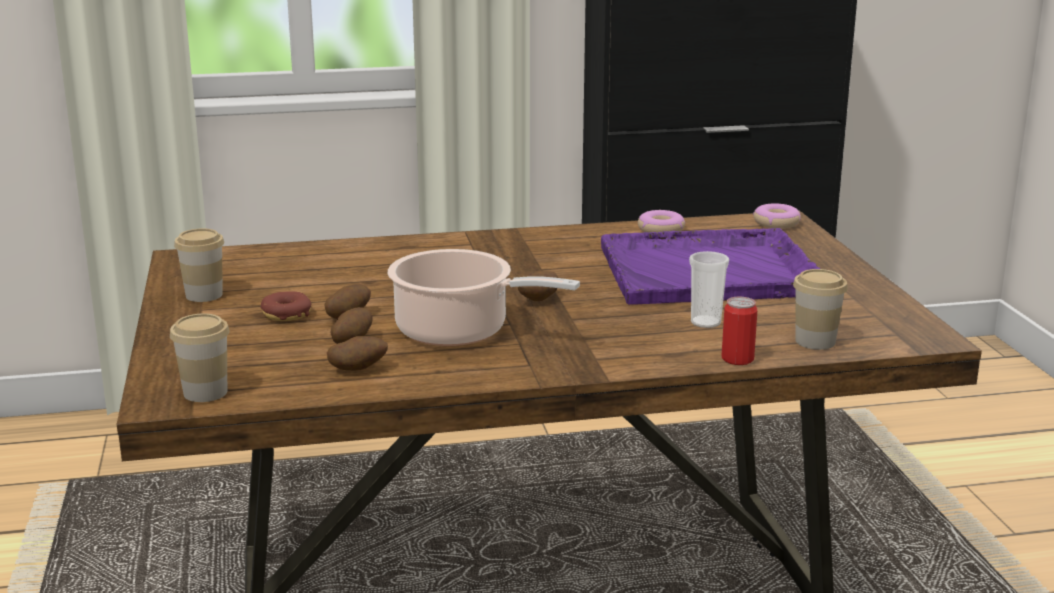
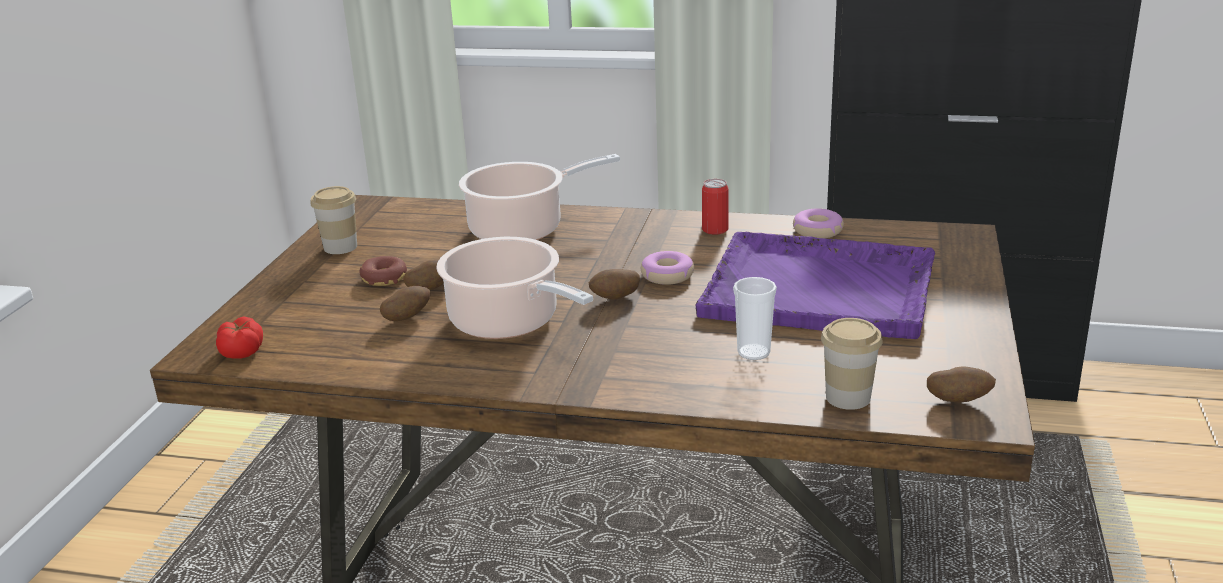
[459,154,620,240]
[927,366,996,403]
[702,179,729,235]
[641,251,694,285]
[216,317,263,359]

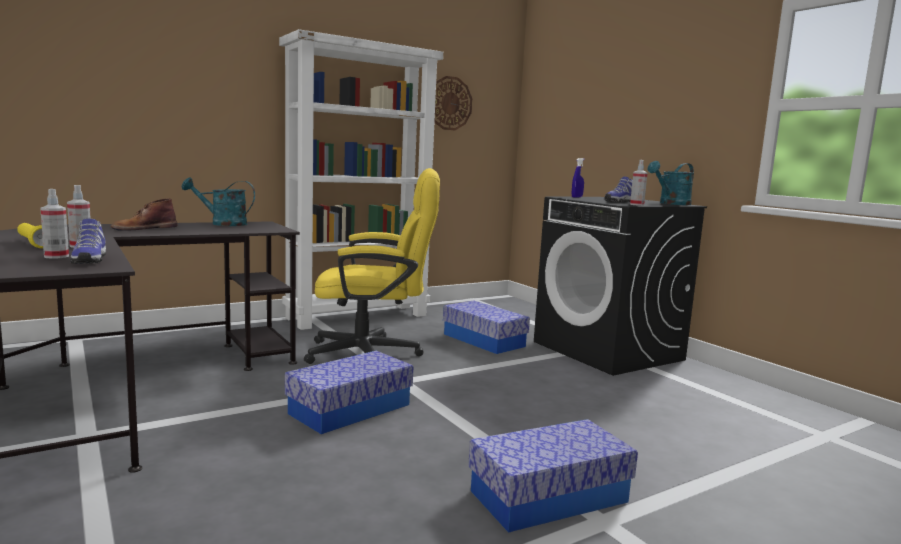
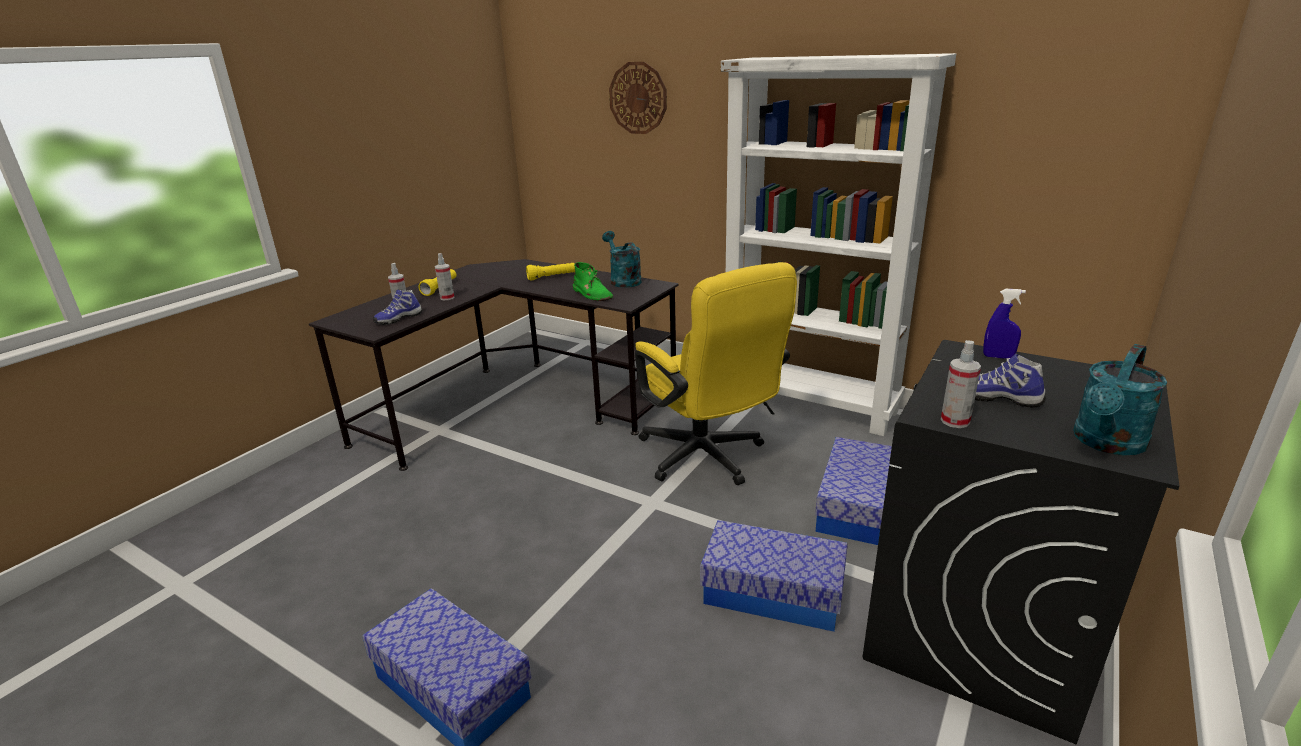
[573,262,613,301]
[700,520,848,632]
[609,62,667,134]
[526,263,575,281]
[1073,344,1167,455]

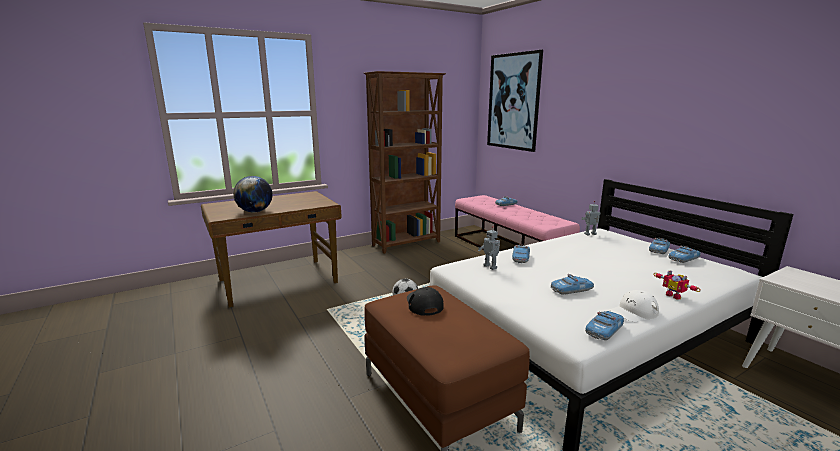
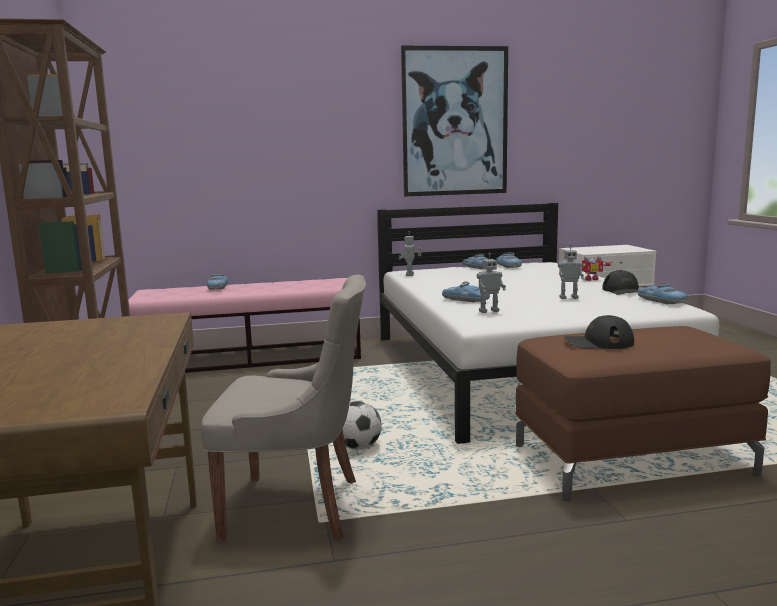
[233,176,273,212] (first image)
[201,275,366,542]
[401,45,508,196]
[558,244,584,299]
[602,270,639,295]

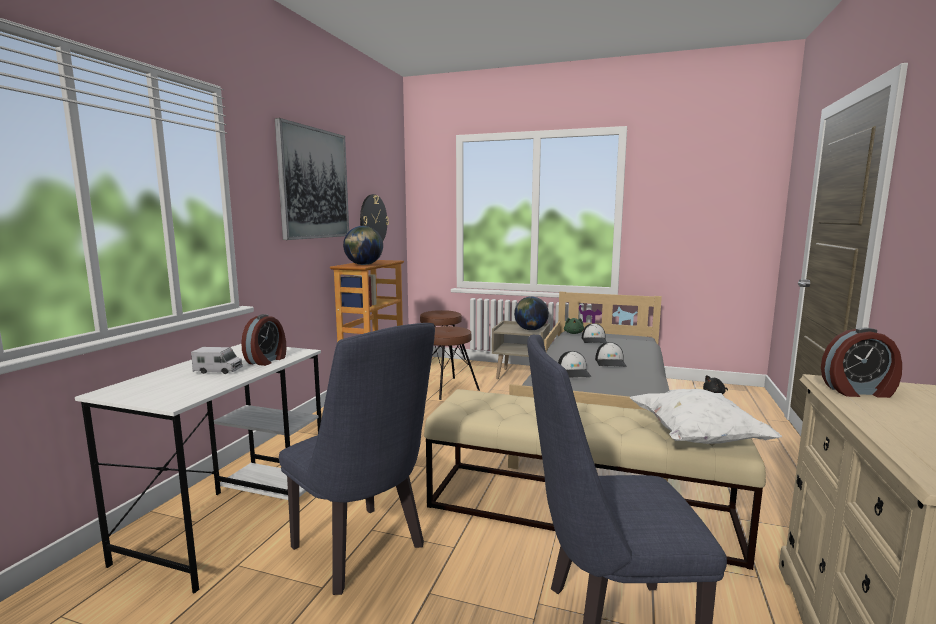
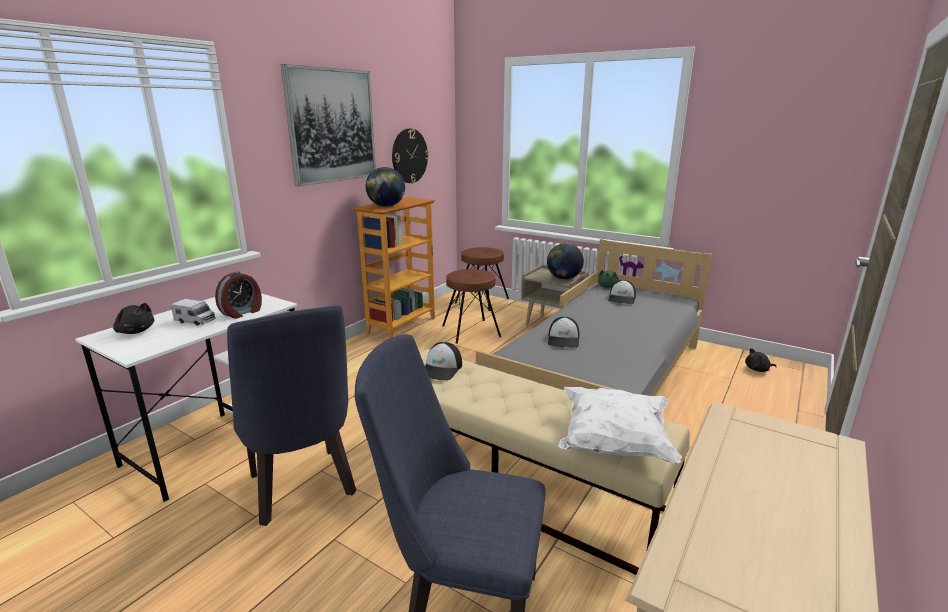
[821,328,902,398] (first image)
[113,303,154,334]
[425,342,462,380]

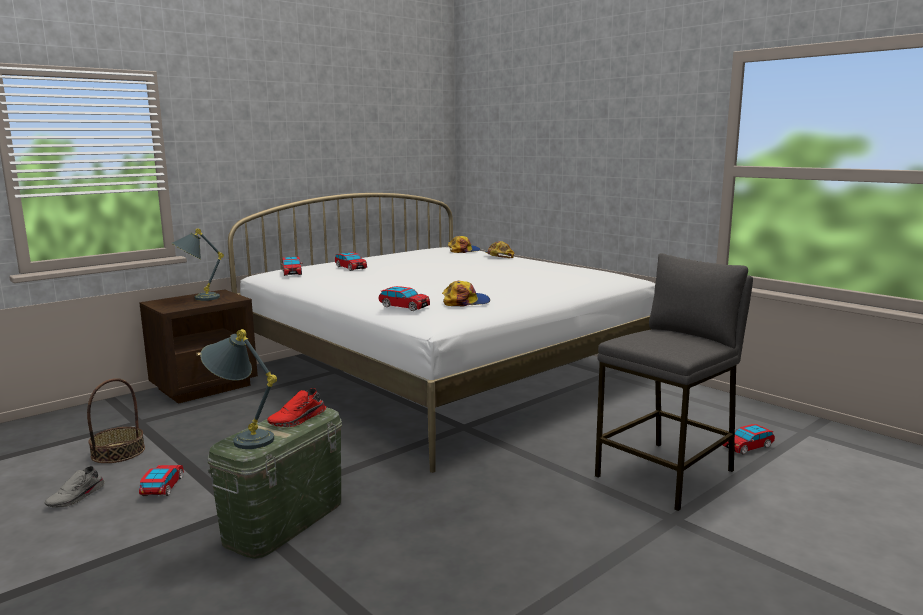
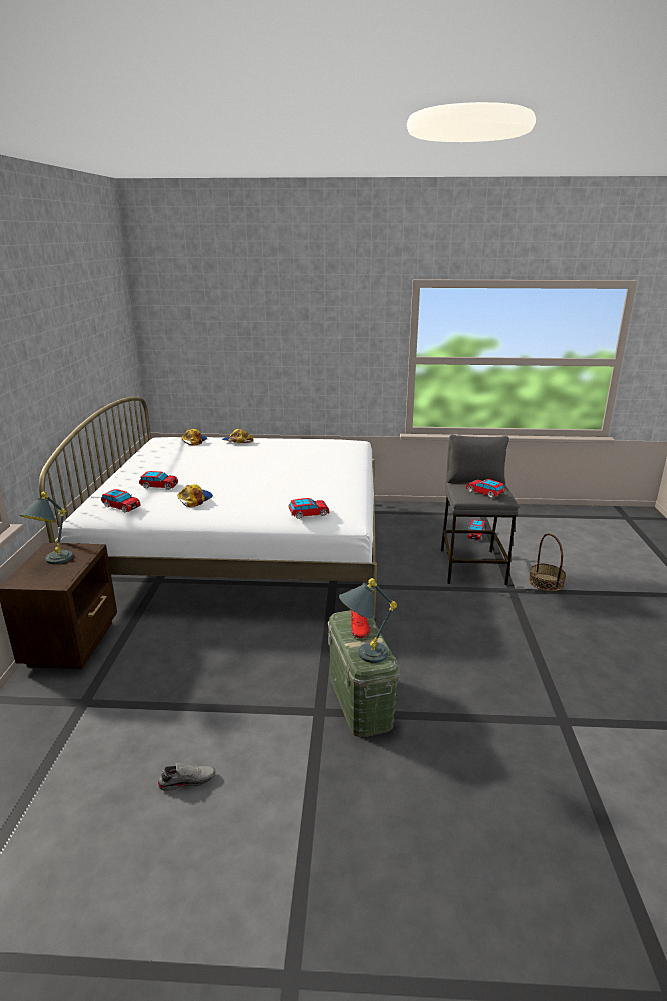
[529,533,566,591]
[466,479,505,498]
[177,484,213,507]
[157,762,215,791]

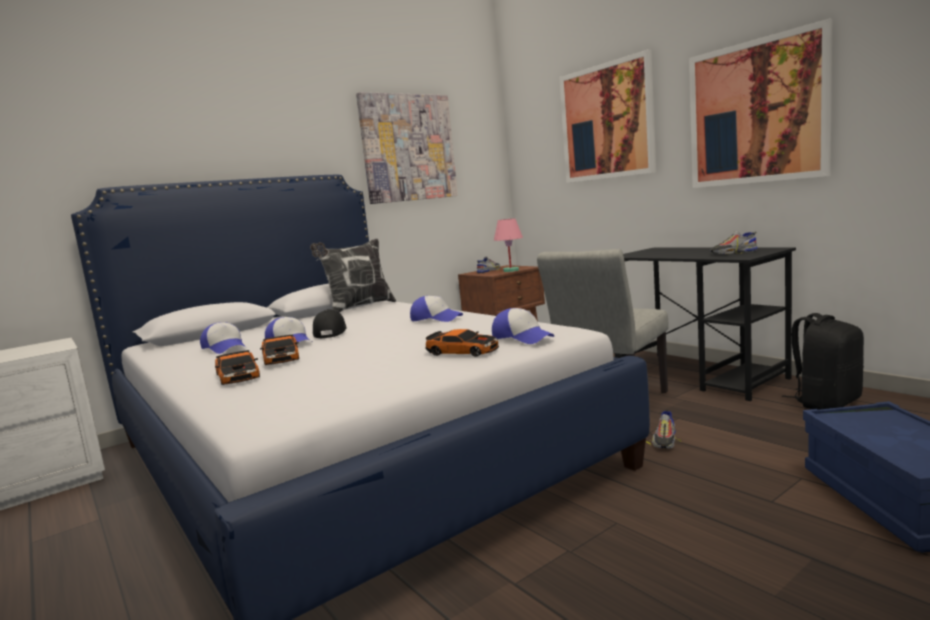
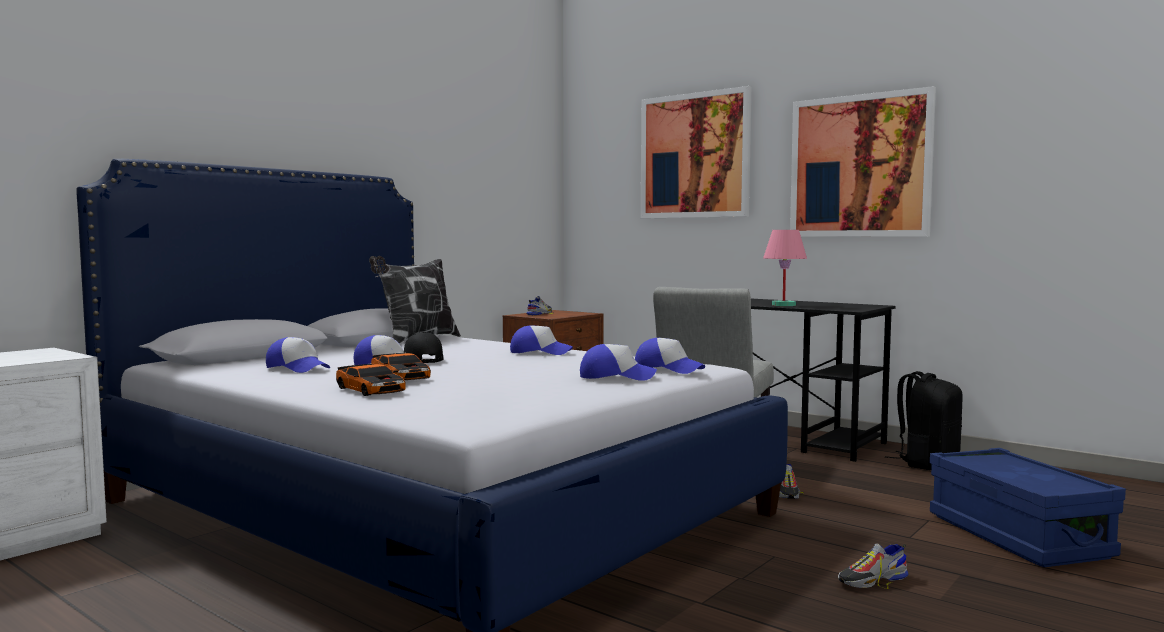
[356,92,458,204] (first image)
[763,230,807,306]
[838,544,908,589]
[580,344,657,381]

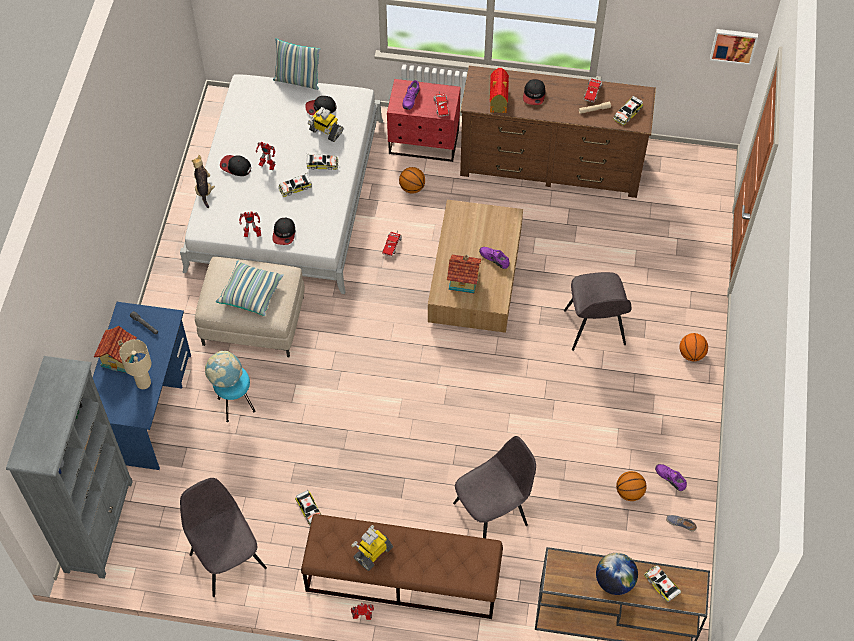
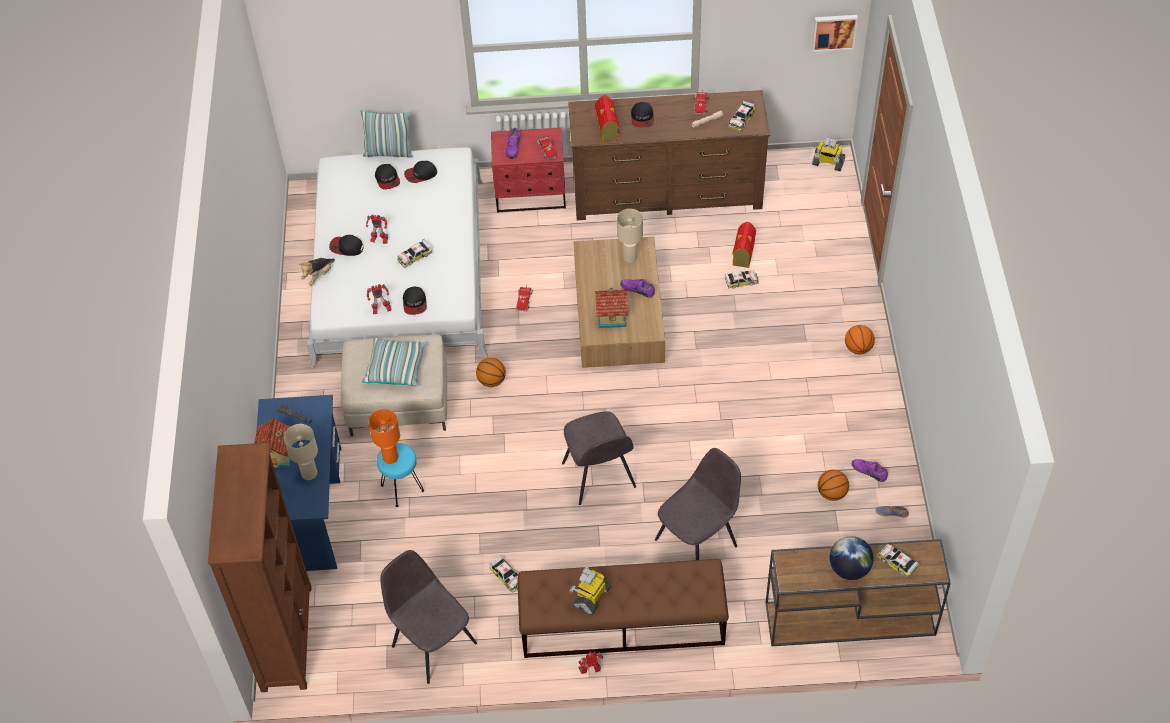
[375,164,400,189]
[617,209,643,263]
[732,222,756,268]
[725,270,759,289]
[812,138,845,171]
[476,358,506,387]
[562,411,636,505]
[368,409,400,464]
[208,442,312,692]
[299,258,335,286]

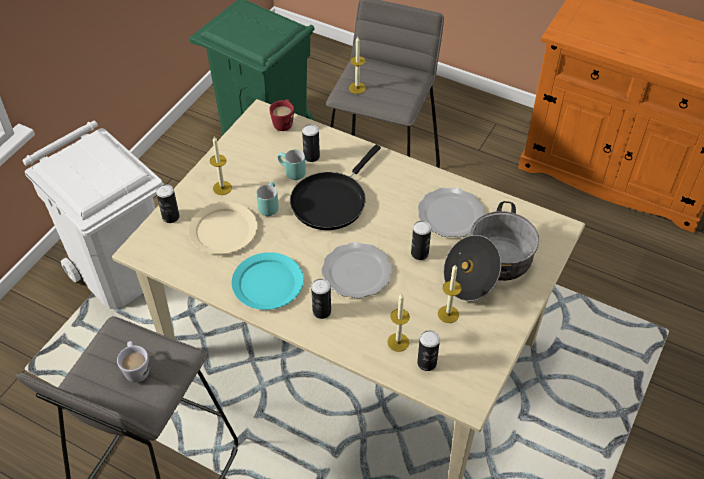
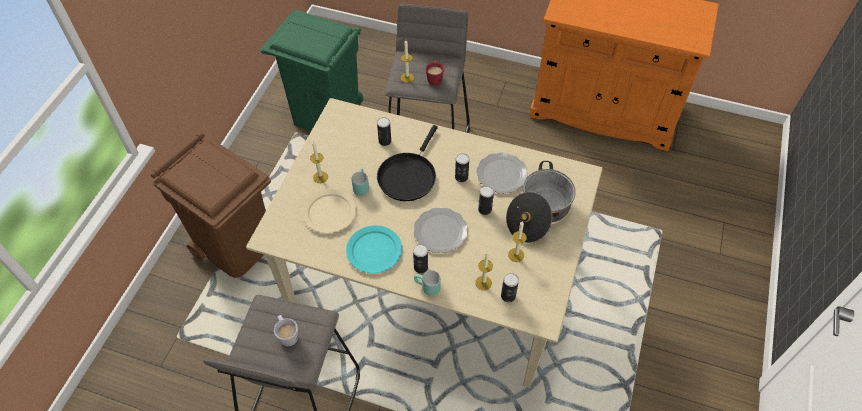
[455,153,469,182]
[426,61,444,86]
[414,271,441,296]
[150,132,271,278]

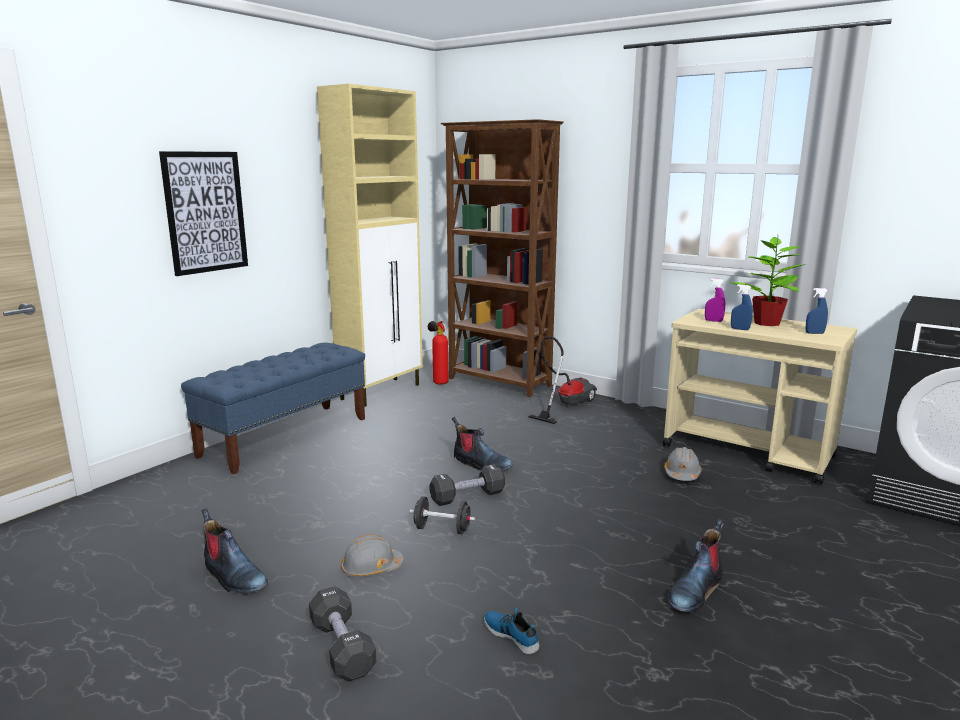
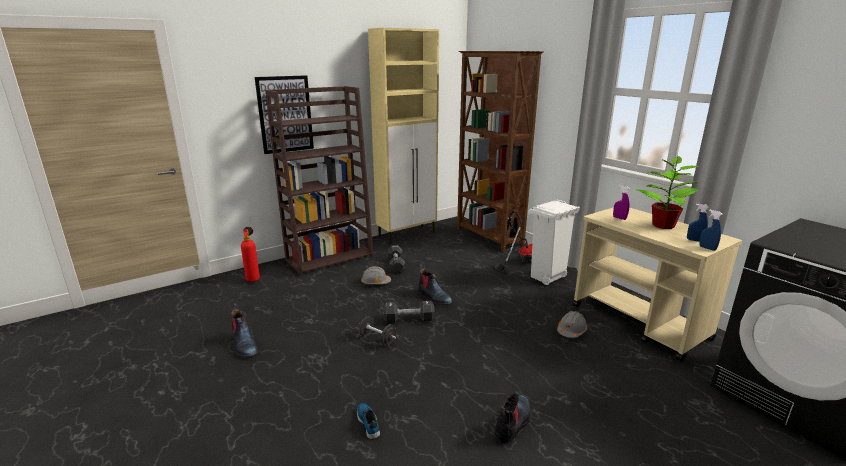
[528,199,580,285]
[388,245,405,274]
[361,266,391,285]
[241,227,260,282]
[699,210,723,251]
[265,86,374,276]
[495,391,532,444]

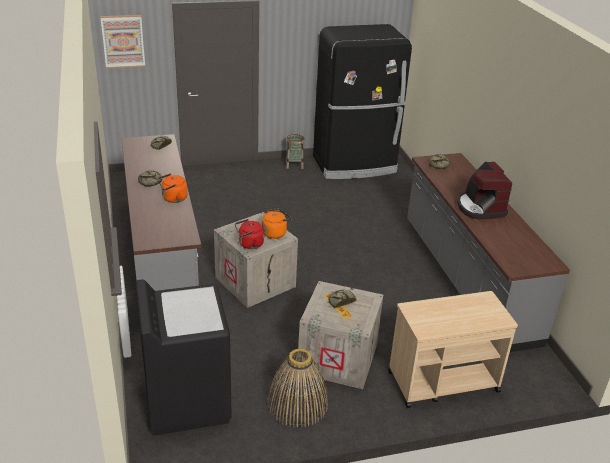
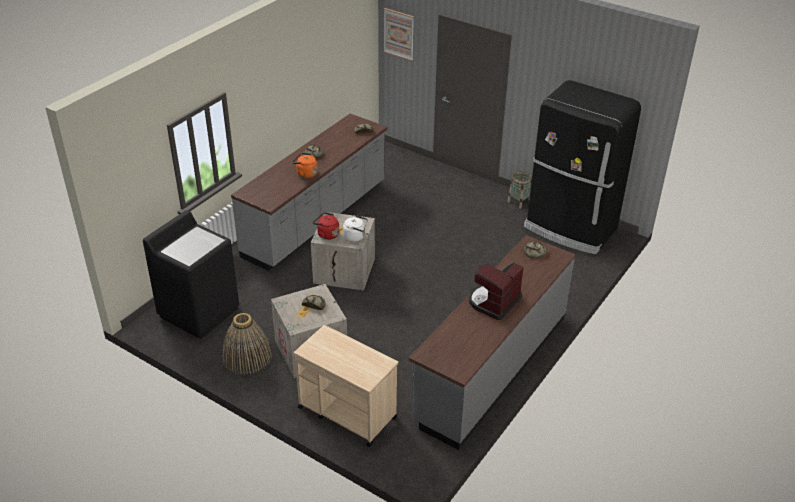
[343,215,368,242]

